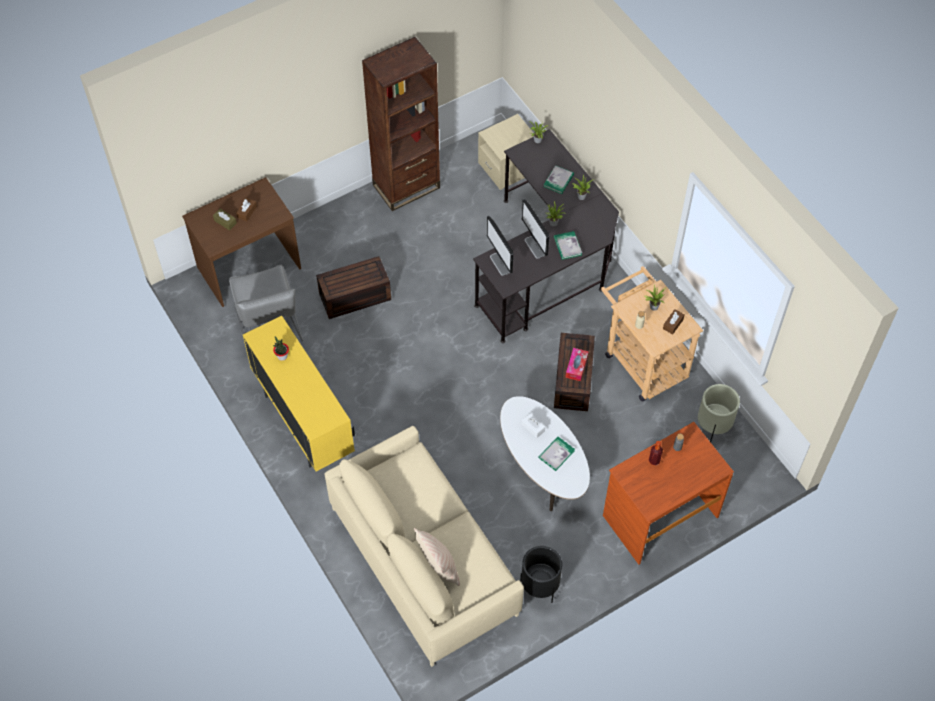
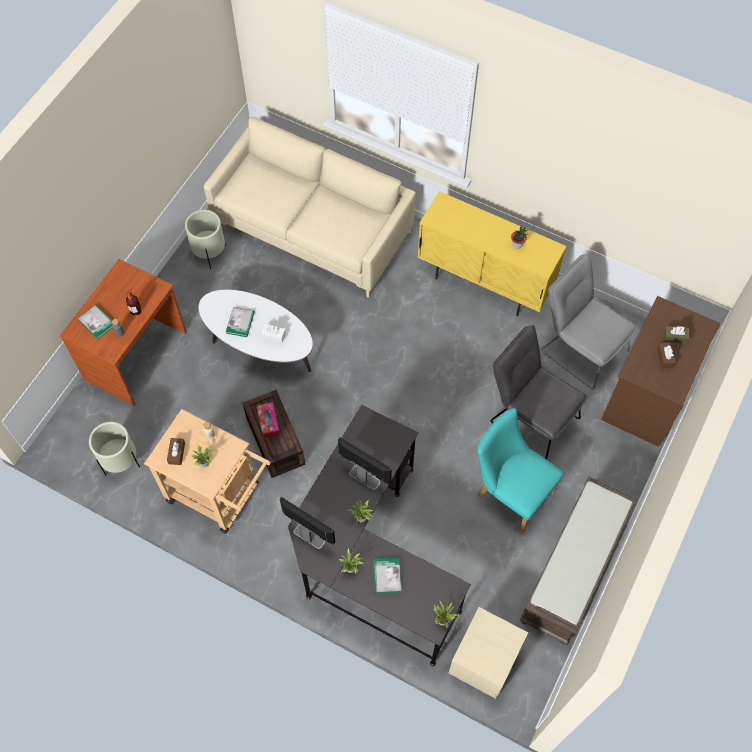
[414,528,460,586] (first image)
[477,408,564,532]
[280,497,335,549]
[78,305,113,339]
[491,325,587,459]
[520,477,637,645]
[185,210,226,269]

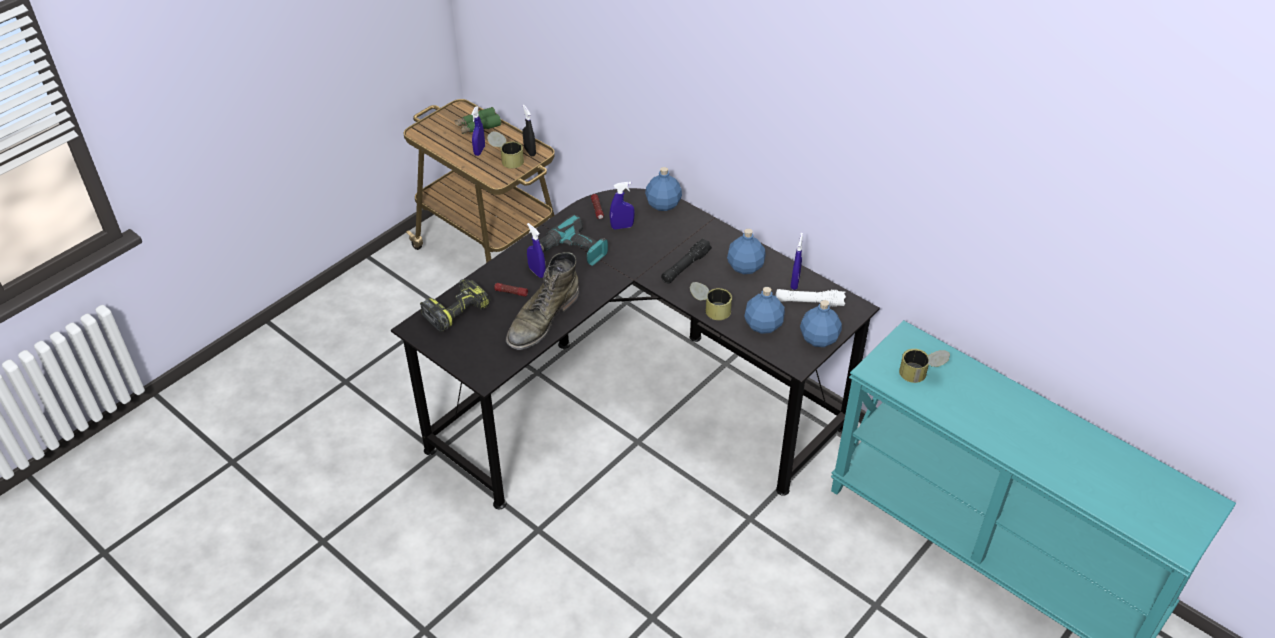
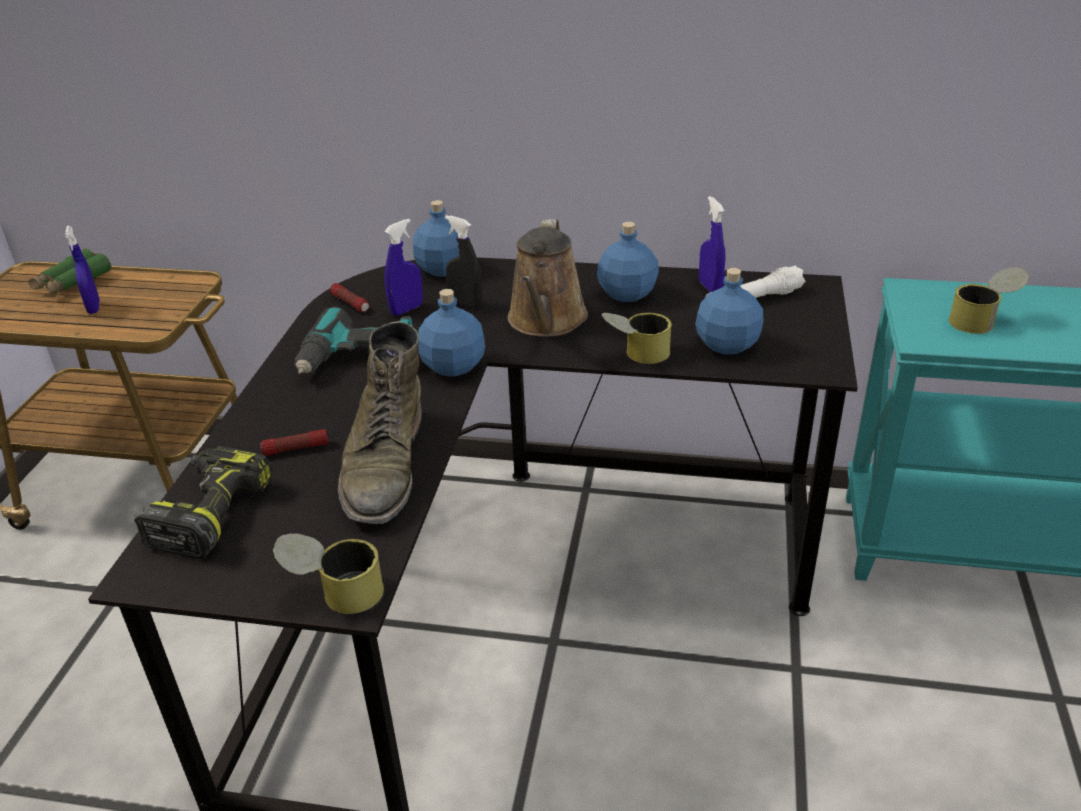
[527,223,546,278] (first image)
[273,534,384,614]
[445,215,482,309]
[418,289,485,377]
[508,219,588,337]

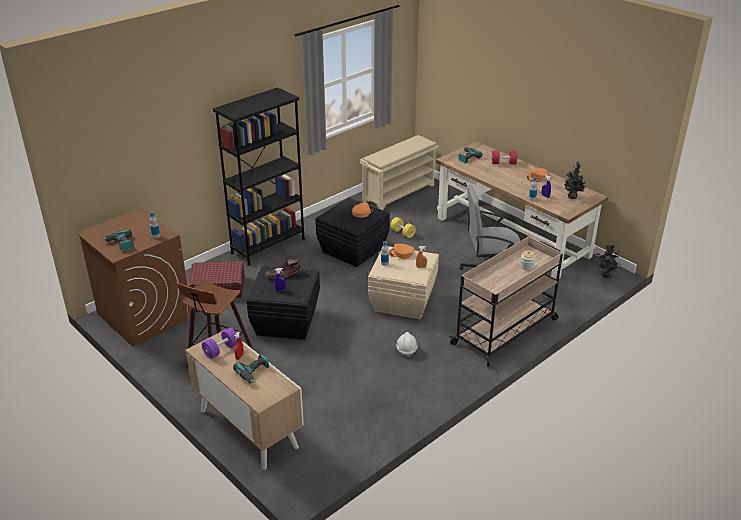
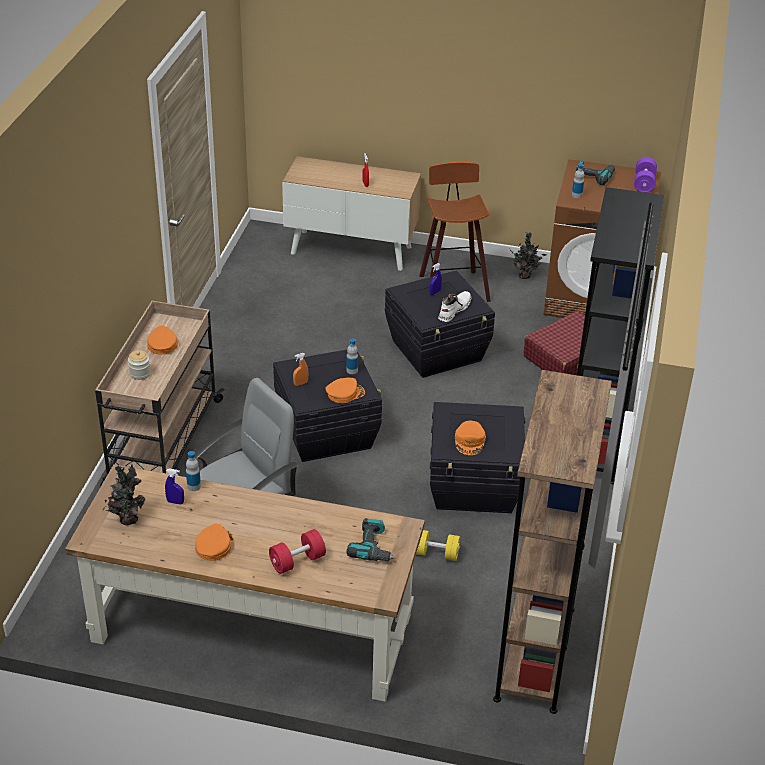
[233,354,269,383] (first image)
[396,332,418,358] (first image)
[147,325,178,355]
[634,157,657,193]
[509,232,547,279]
[493,370,612,714]
[438,291,472,322]
[273,350,382,462]

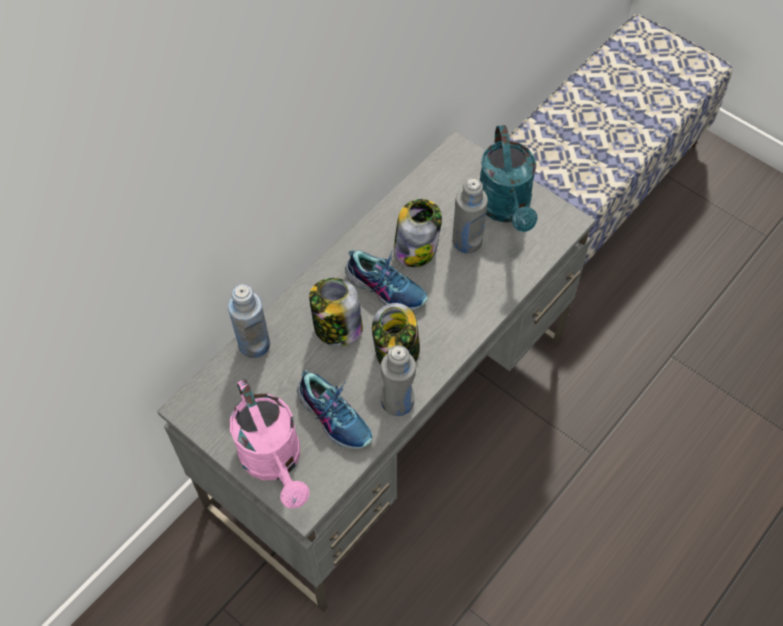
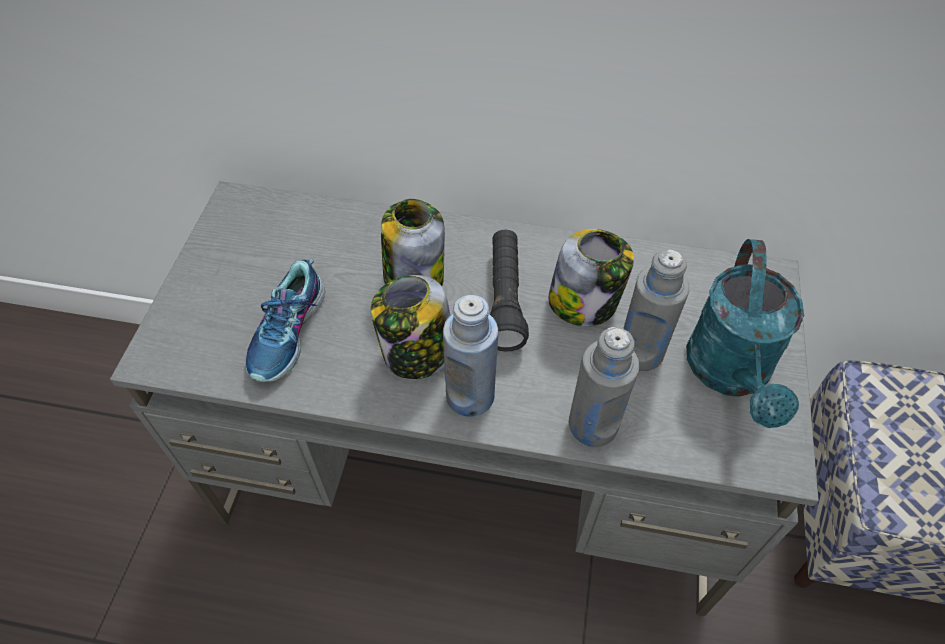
[230,379,309,508] (first image)
[443,295,498,417]
[569,327,640,447]
[490,230,529,351]
[686,239,804,428]

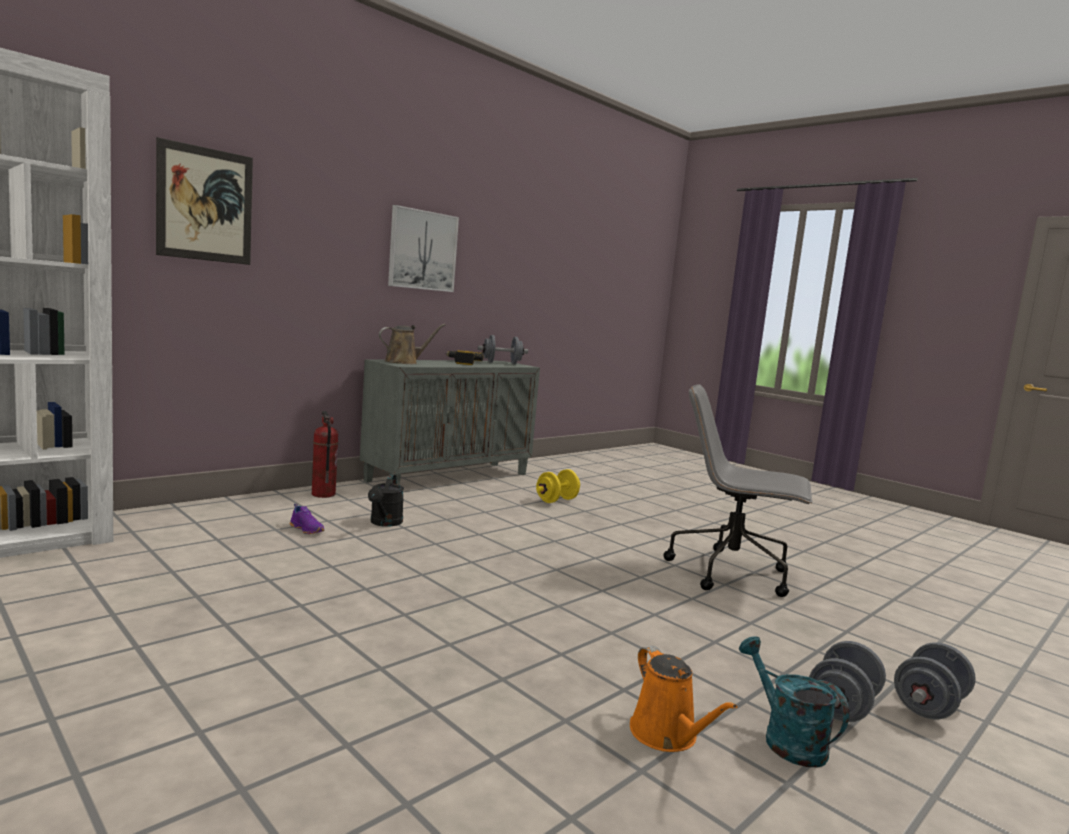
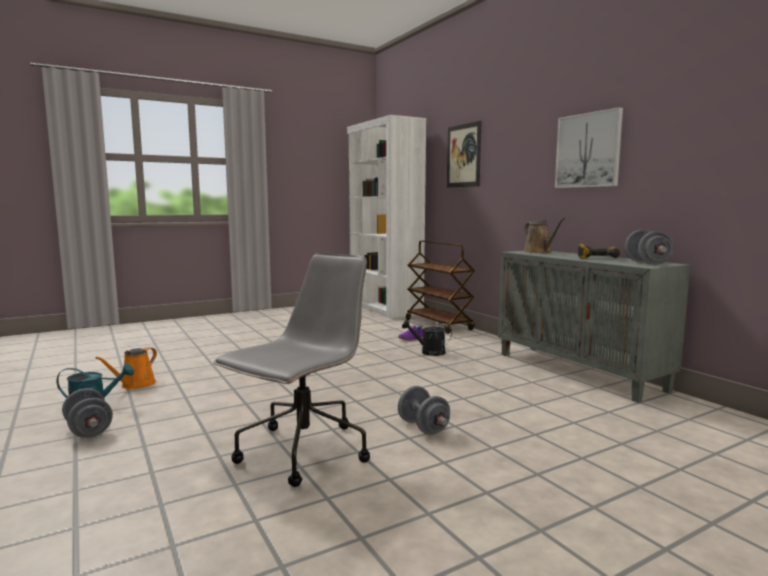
[312,411,338,498] (first image)
[536,469,580,503] (first image)
[406,241,475,334]
[398,386,450,435]
[95,348,157,390]

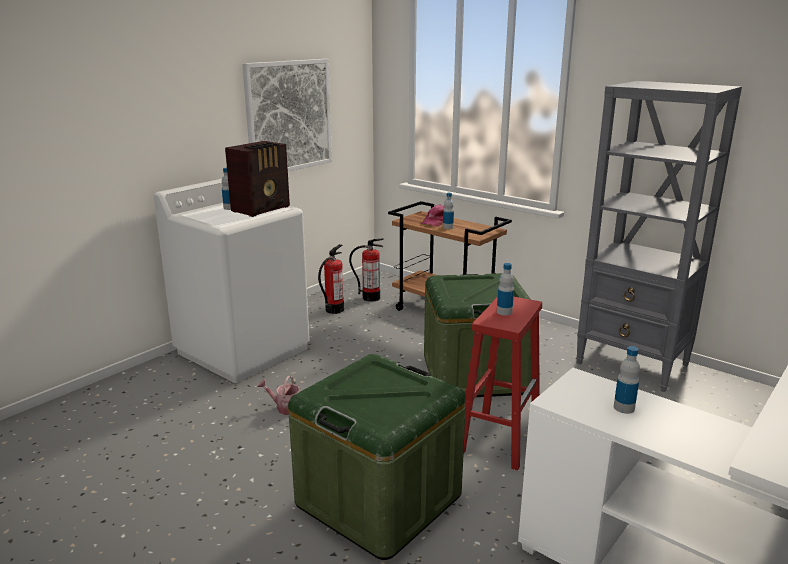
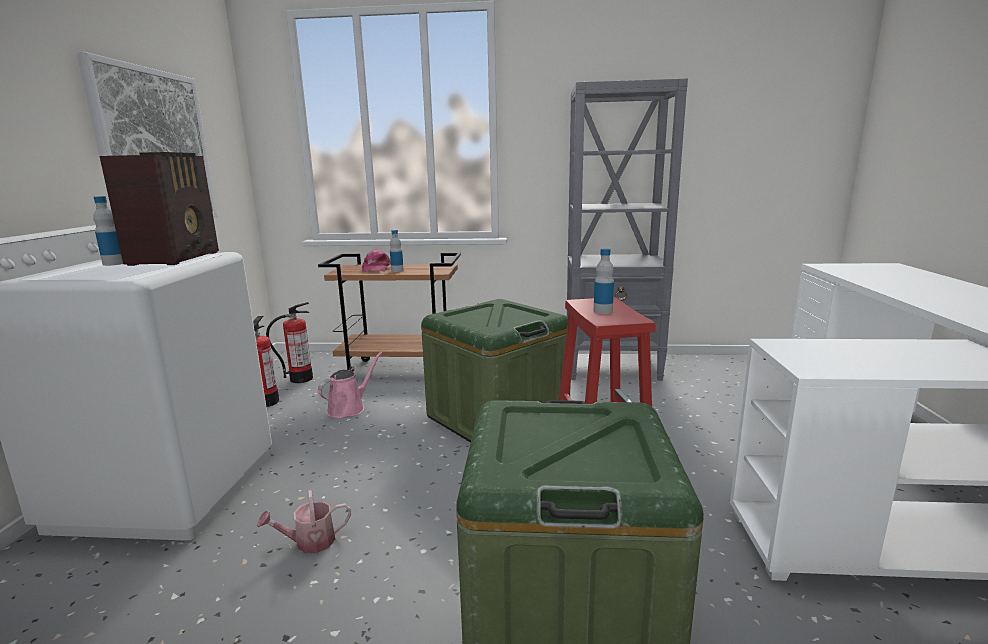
[614,346,640,414] (first image)
[318,352,382,418]

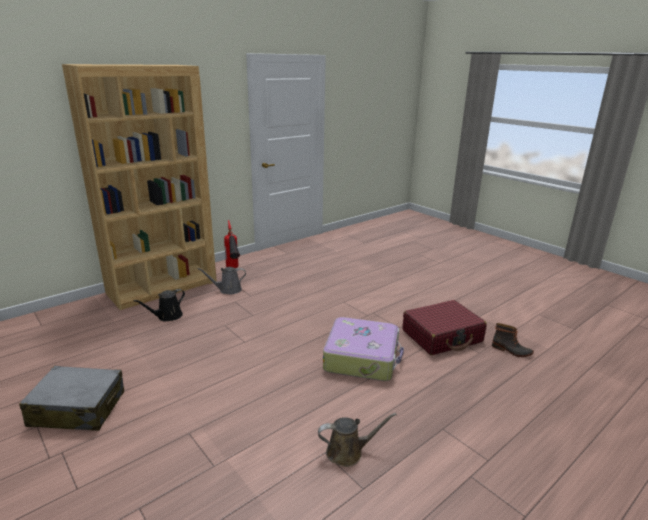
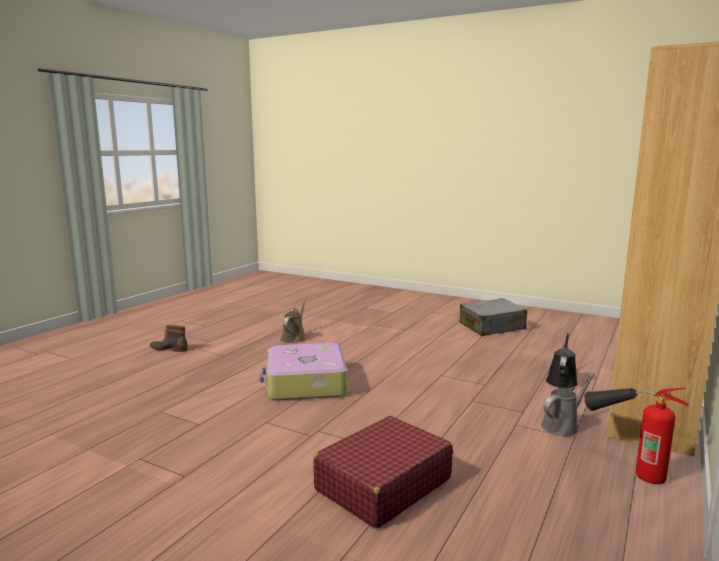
[313,416,453,528]
[150,325,188,352]
[280,300,306,343]

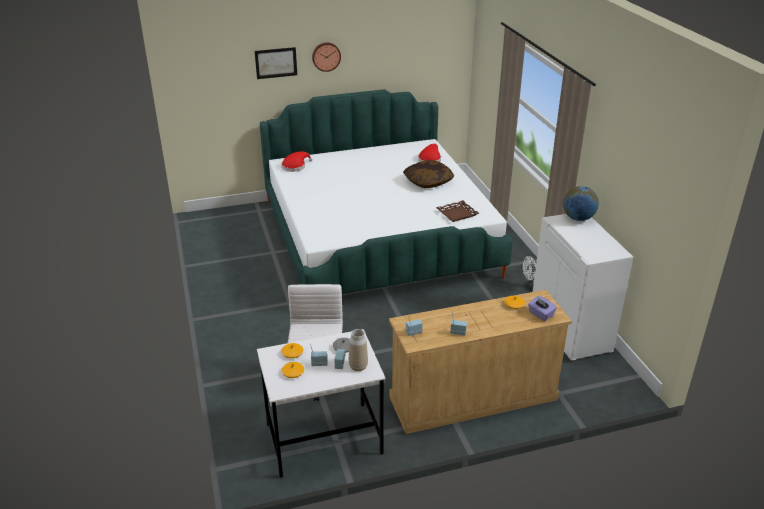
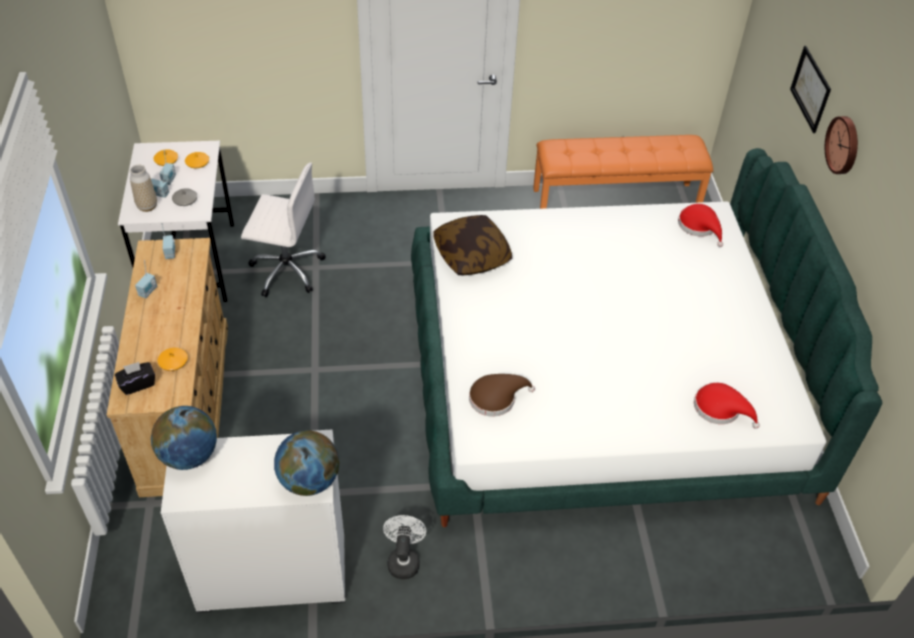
[151,406,217,470]
[533,135,713,209]
[434,215,512,275]
[469,374,535,416]
[115,362,155,395]

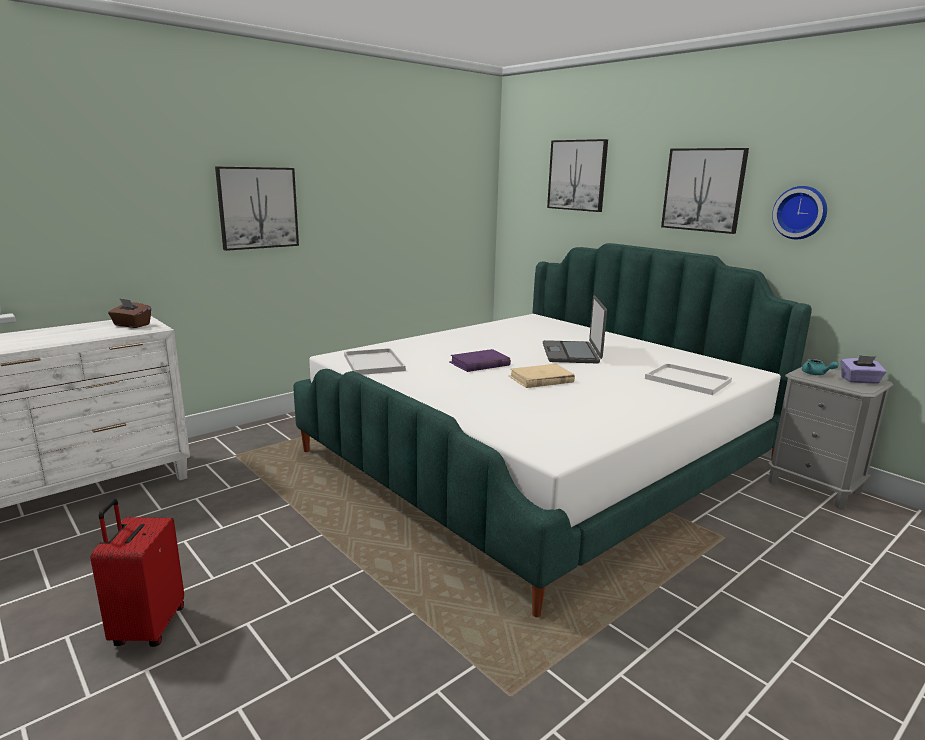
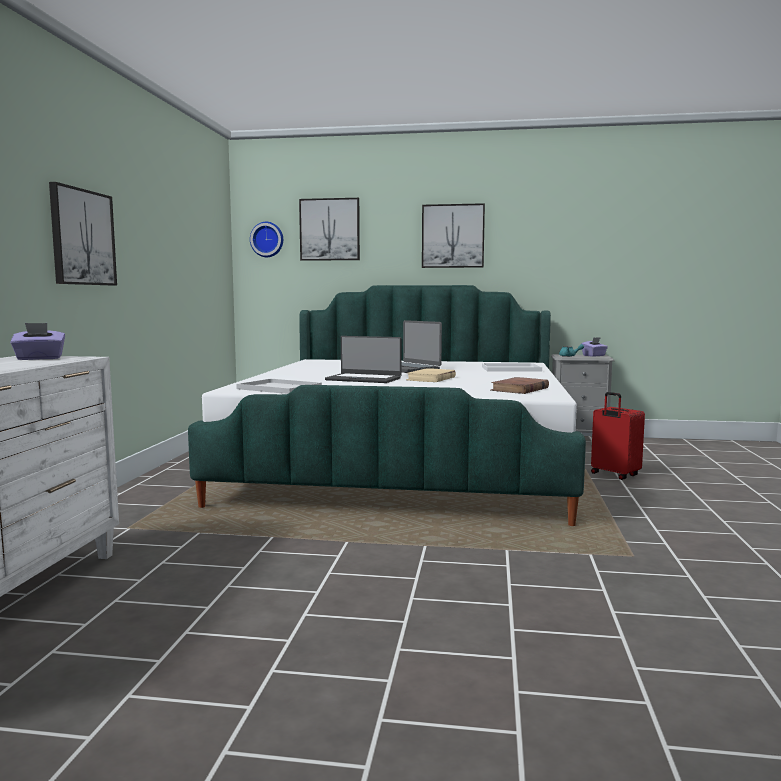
[490,377,549,394]
[591,392,645,480]
[250,222,283,257]
[325,336,402,383]
[10,323,65,360]

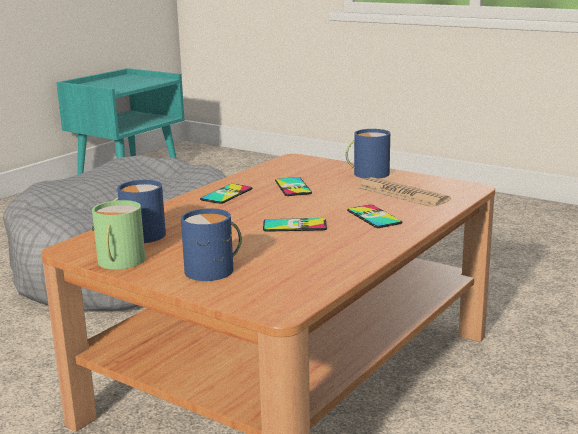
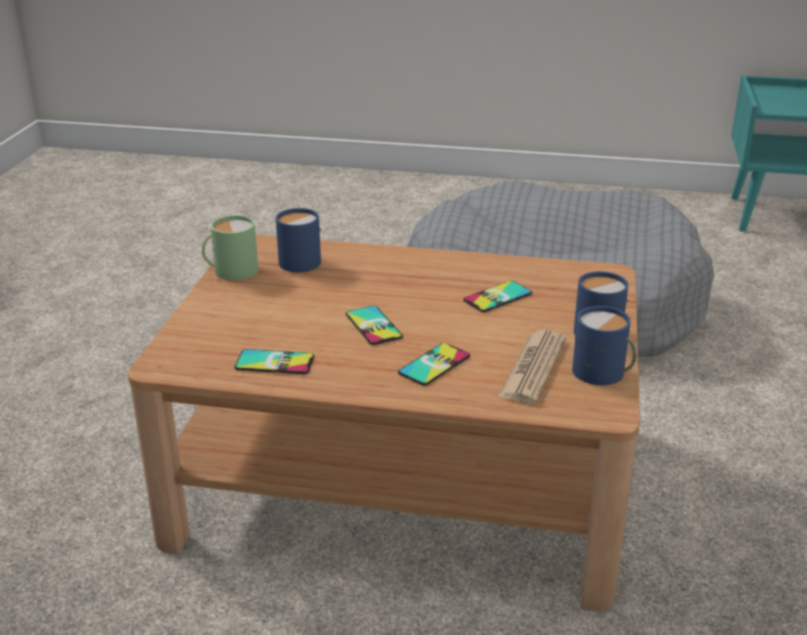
[572,306,636,385]
[234,349,314,374]

